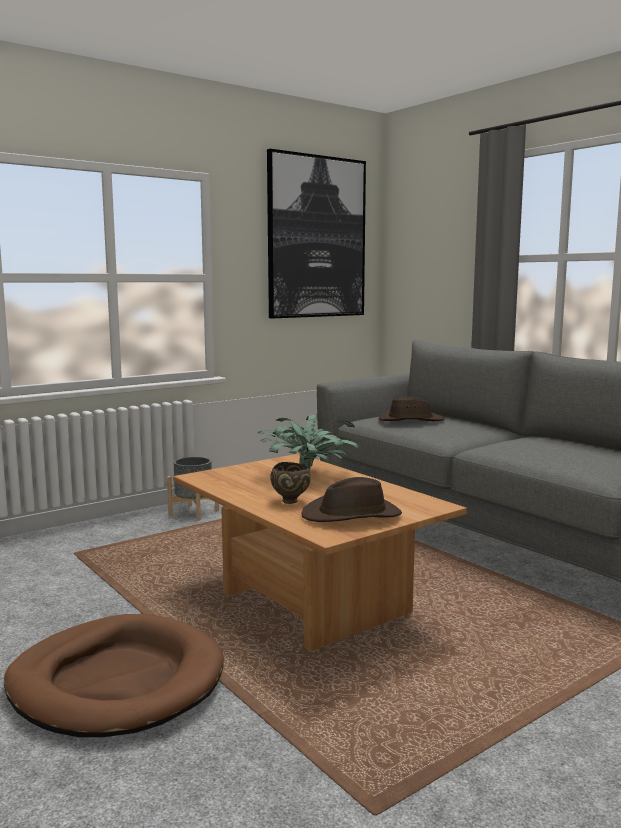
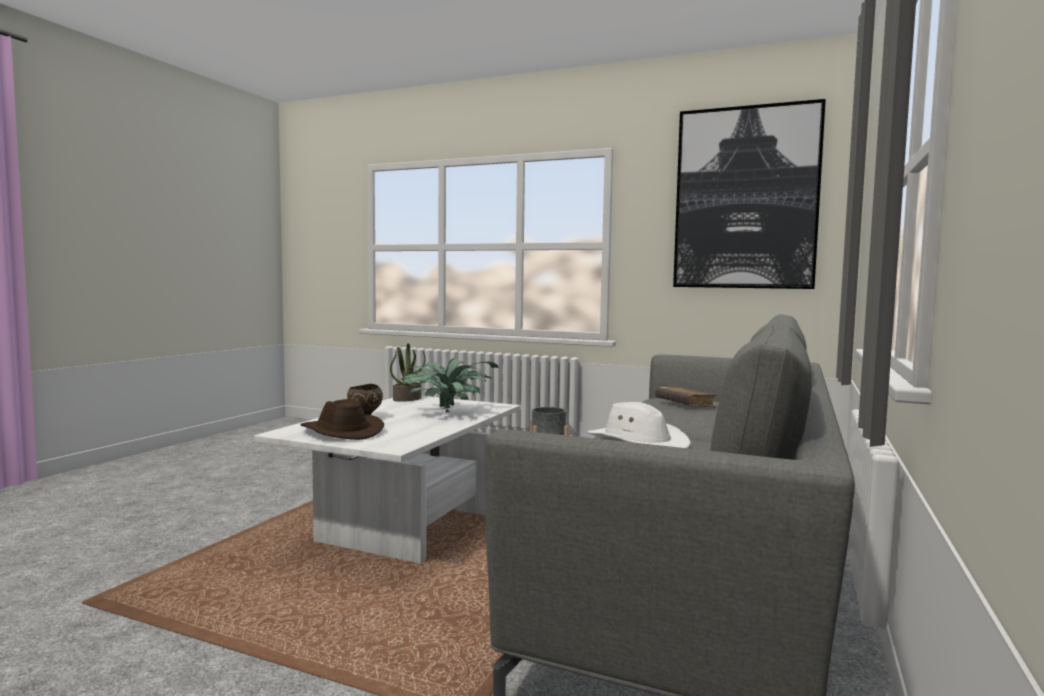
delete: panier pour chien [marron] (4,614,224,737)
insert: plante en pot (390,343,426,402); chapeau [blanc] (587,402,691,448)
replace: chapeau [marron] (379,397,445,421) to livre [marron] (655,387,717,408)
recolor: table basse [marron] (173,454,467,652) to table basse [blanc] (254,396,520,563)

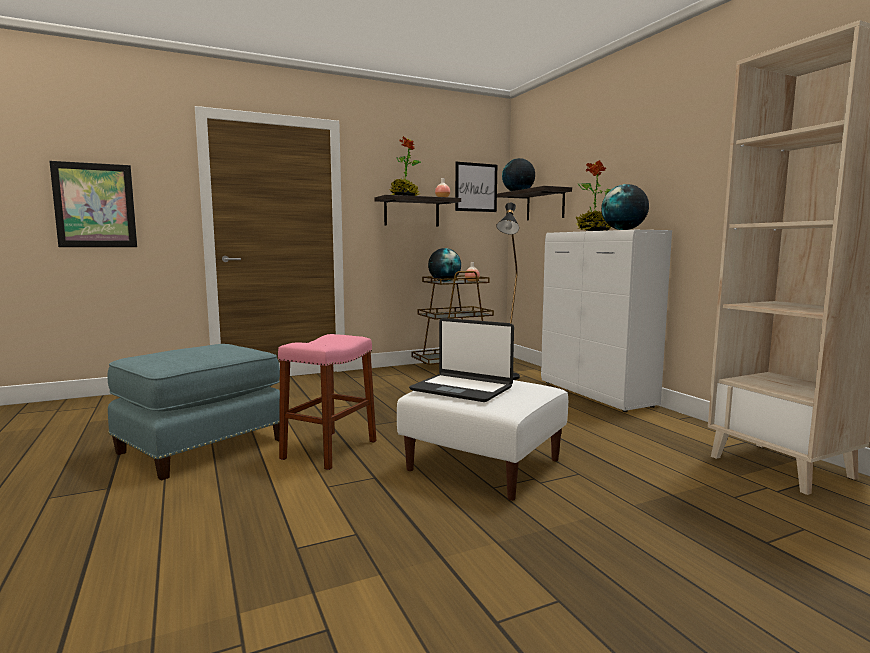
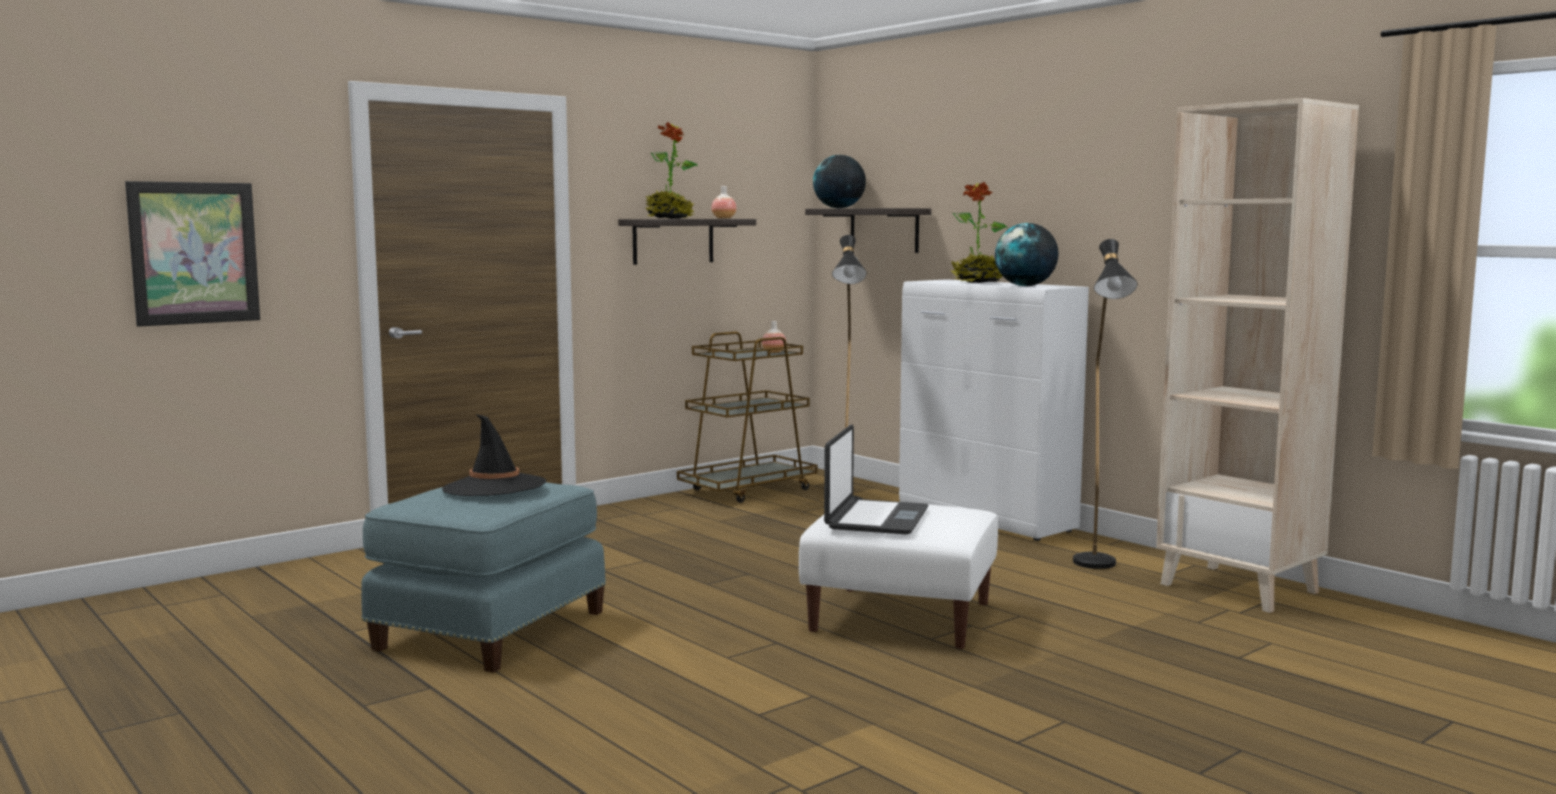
delete: tabouret [rose] (278,334,376,470); globe (428,248,461,282); tableau (455,162,497,212)
insert: chapeau [noir] (442,414,546,496); lampadaire [noir] (1073,239,1138,569)
rotate: ordinateur portable (409,318,514,402) = (824,425,928,535) 90 degrees counterclockwise

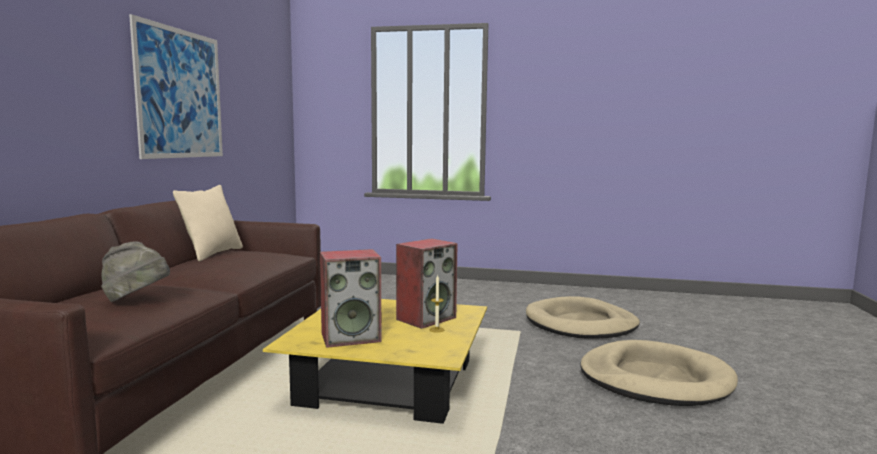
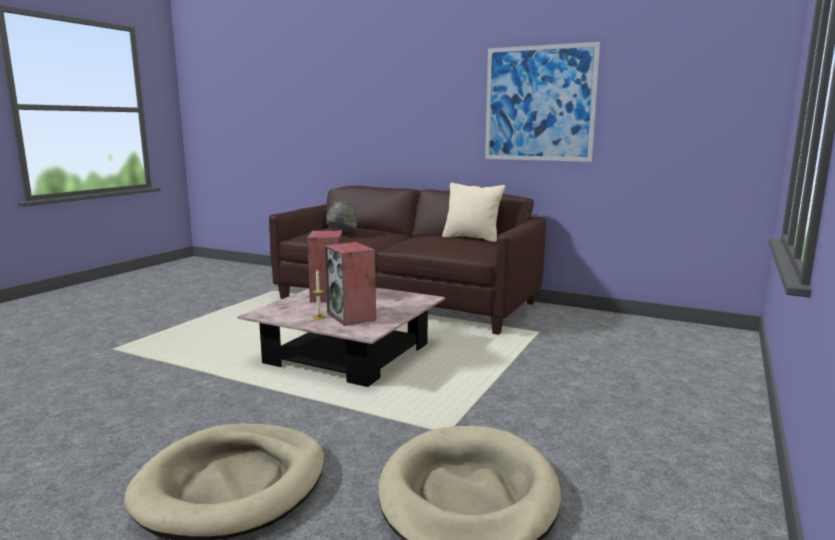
recolor: table basse [jaune] (263,299,487,424) to table basse [rose] (237,288,445,387)

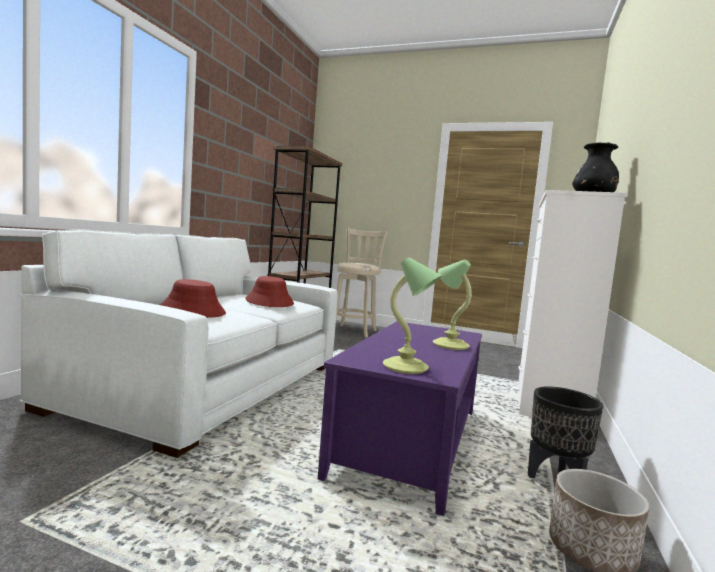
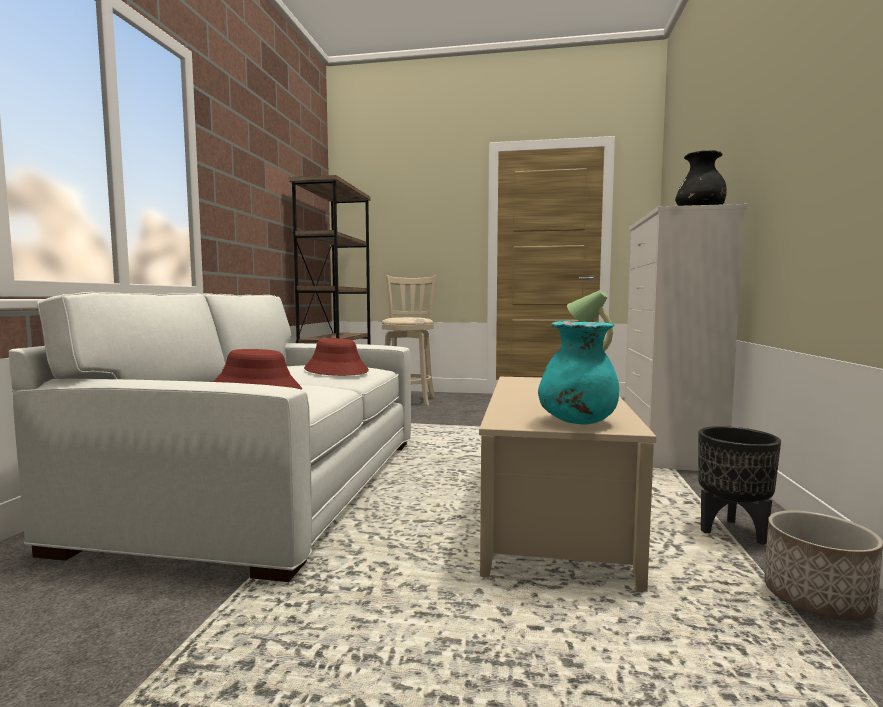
replace: lampe de table (383,257,442,374) to vase [turquoise] (538,321,619,425)
recolor: table basse [violet] (318,321,482,516) to table basse [beige] (479,377,656,592)

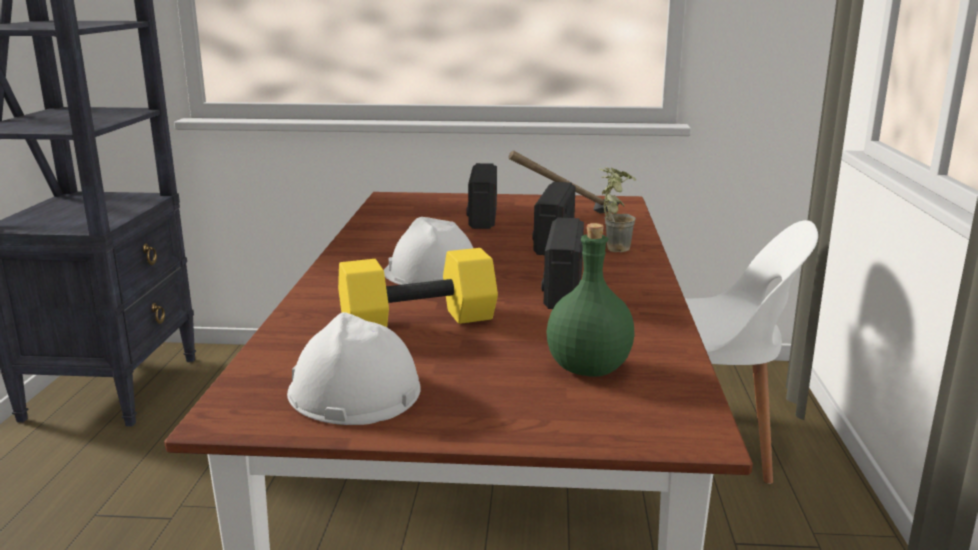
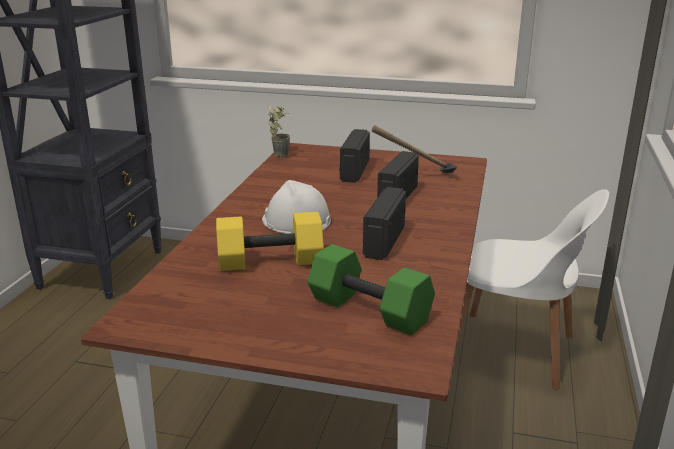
delete: casque de chantier [blanc] (287,312,421,425)
move: plante en pot (599,167,636,252) to (266,105,290,158)
replace: bouteille [vert] (546,223,634,377) to haltère [vert] (307,244,435,335)

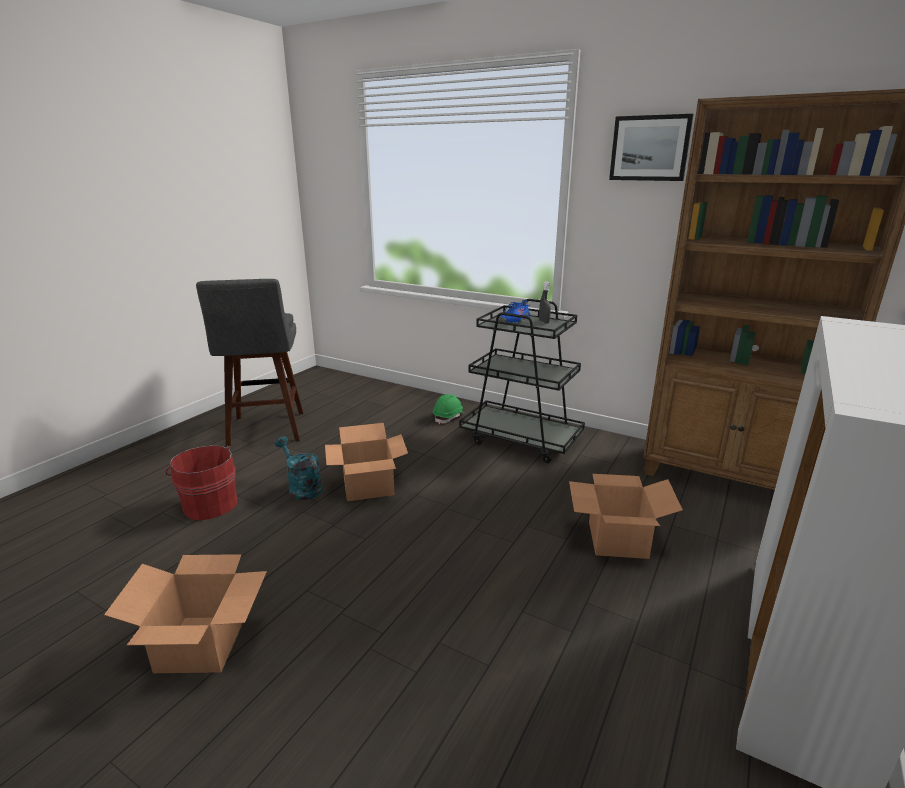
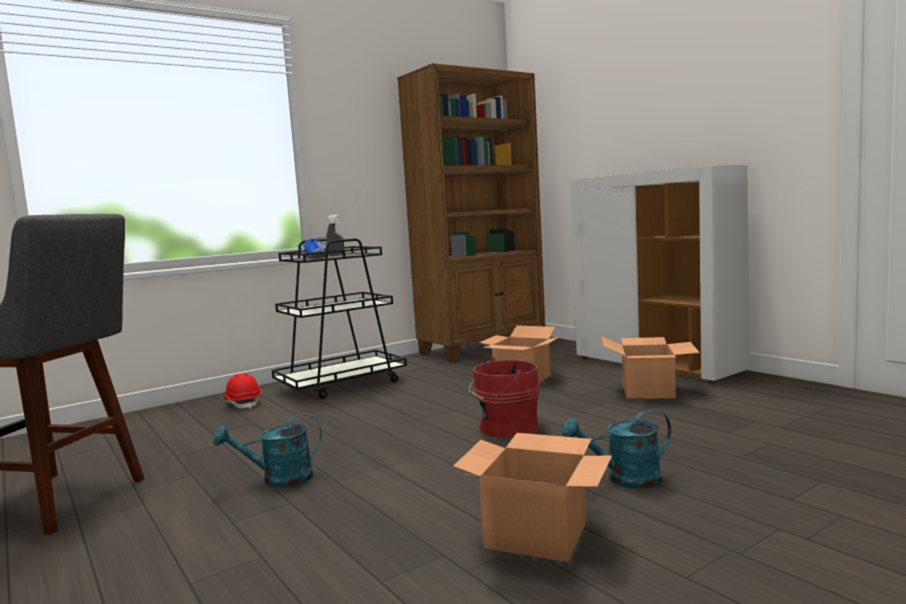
delete: tableau (609,114,694,181)
insert: arrosoir [turquoise] (562,409,671,489)
move: seau [rouge] (166,445,237,520) to (469,358,540,437); carton (325,423,408,501) to (601,336,700,399)
recolor: casque de chantier [vert] (433,394,465,424) to casque de chantier [rouge] (224,373,261,409)

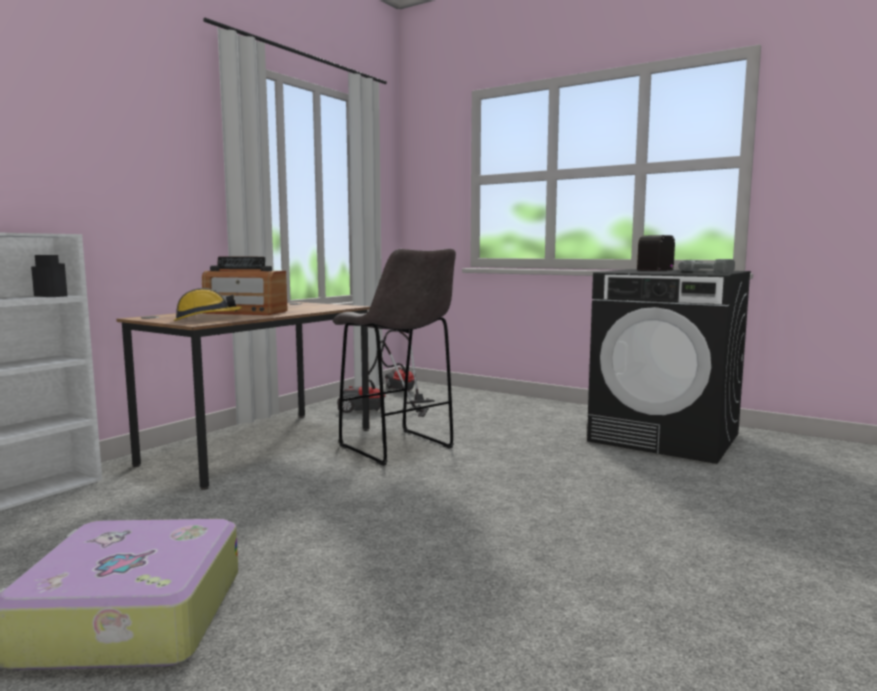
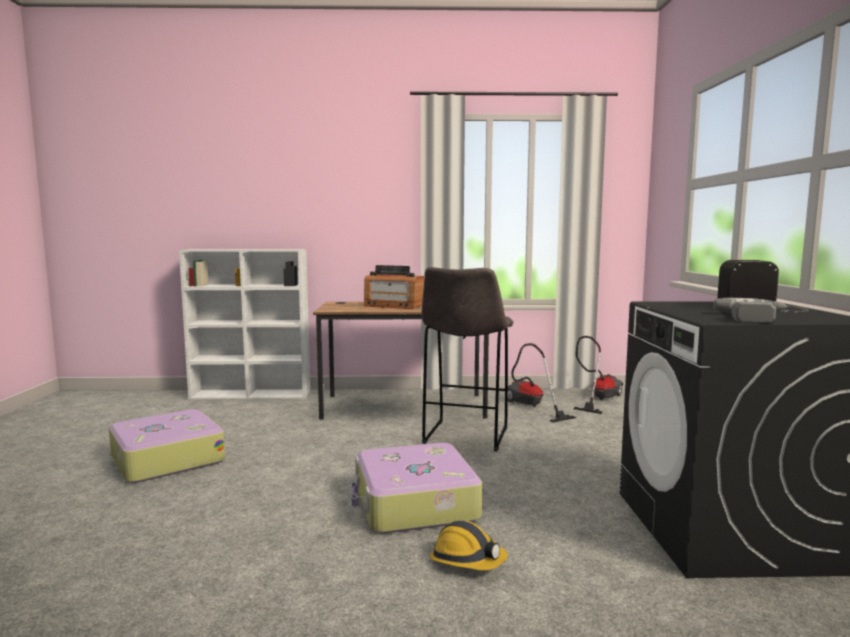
insert: valise (351,443,482,533)
move: casque de chantier (173,288,242,321) to (430,521,508,570)
rotate: radio (202,257,288,315) = (364,265,424,309) 45 degrees counterclockwise

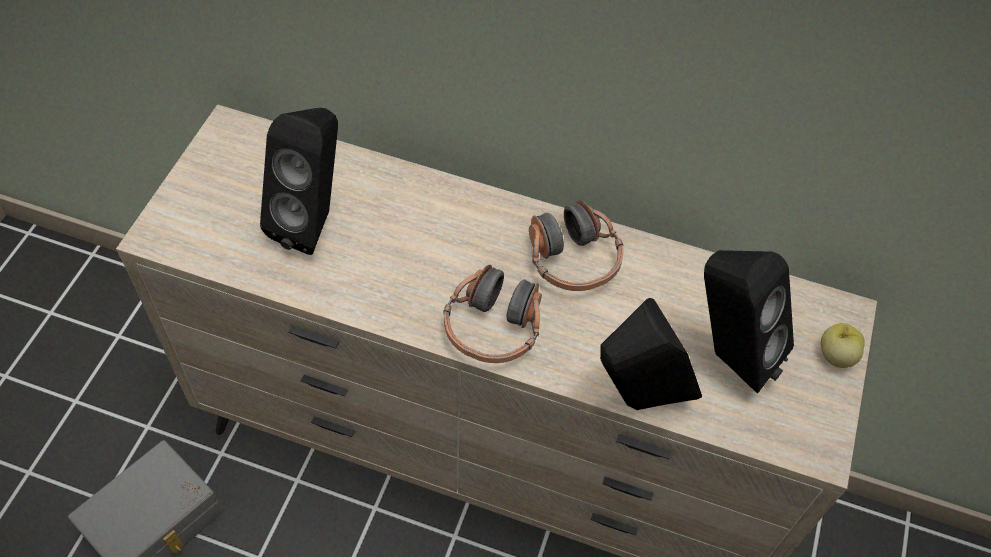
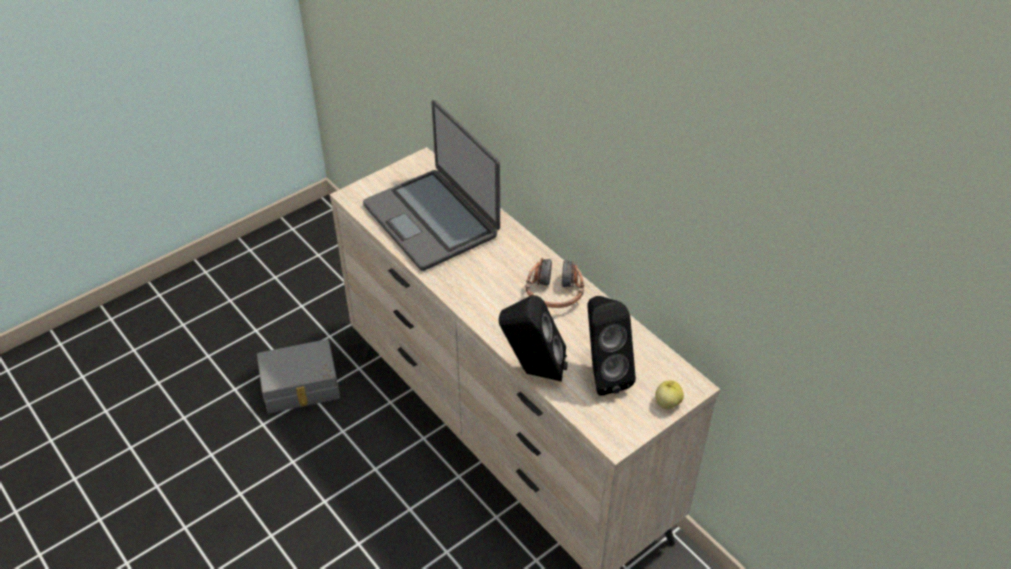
delete: casque audio (443,265,542,363)
replace: enceinte [noir] (260,108,338,255) to ordinateur portable (363,100,500,271)

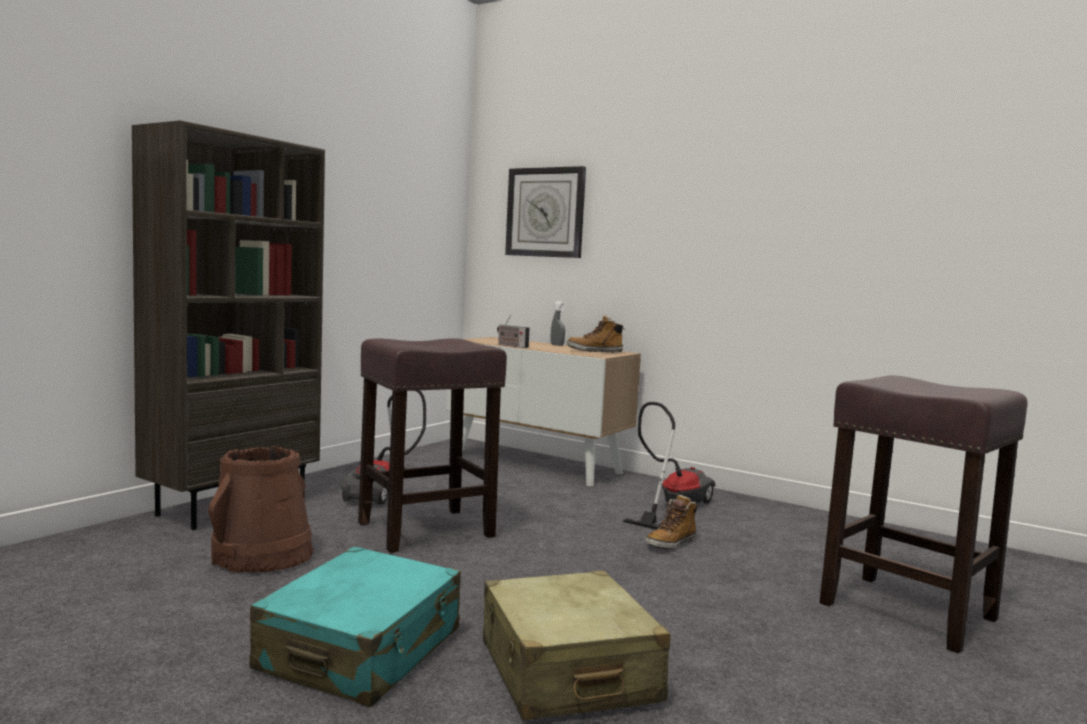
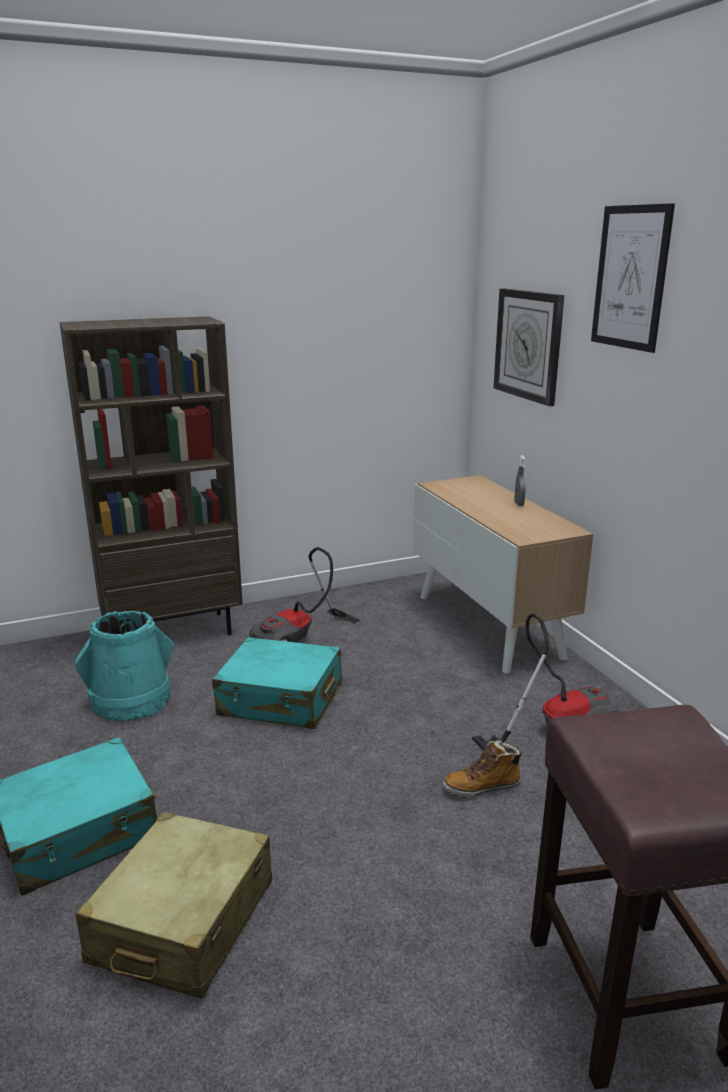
delete: radio (497,315,529,348); botte (567,315,625,353)
insert: tableau (591,203,675,353)
replace: tabouret [marron] (358,338,507,553) to valise [turquoise] (212,637,342,729)
recolor: seau [marron] (208,446,313,573) to seau [turquoise] (75,611,174,721)

